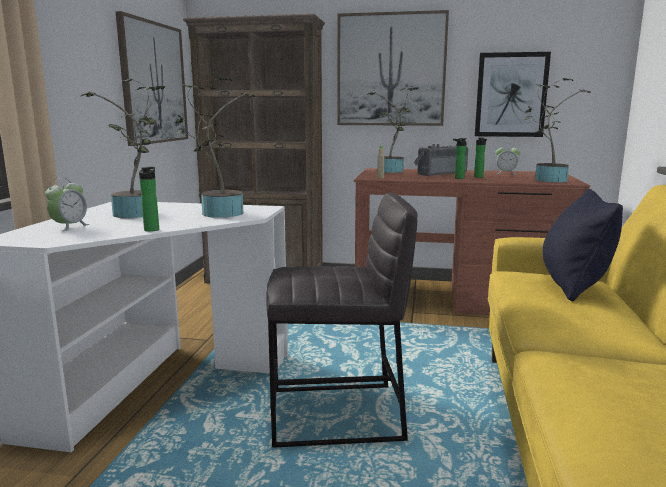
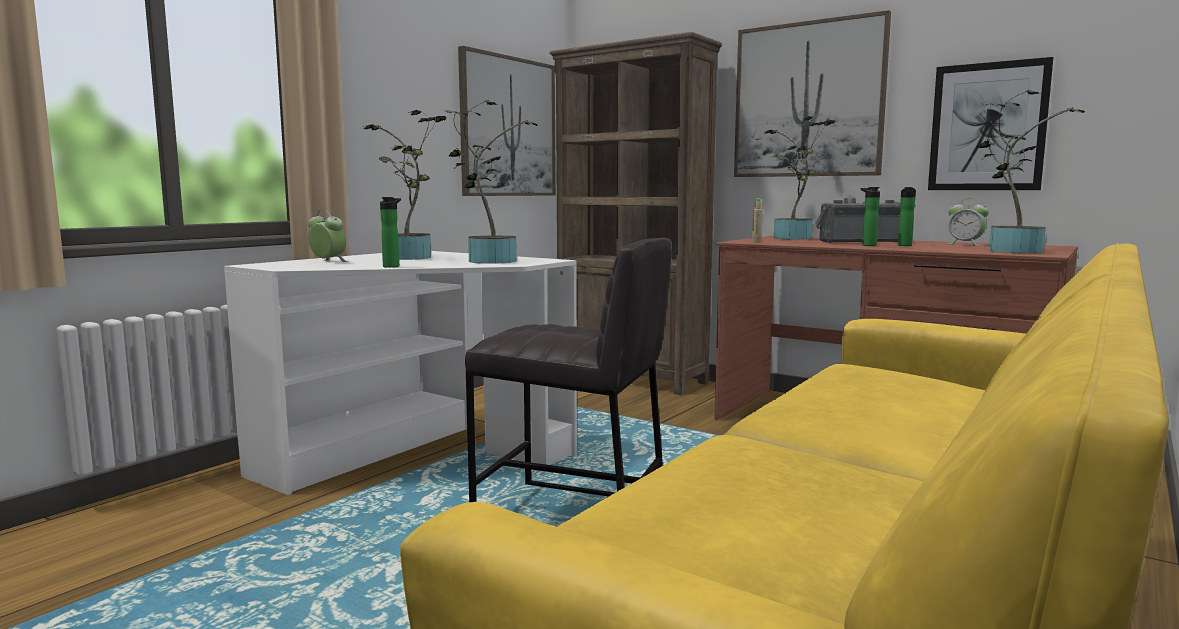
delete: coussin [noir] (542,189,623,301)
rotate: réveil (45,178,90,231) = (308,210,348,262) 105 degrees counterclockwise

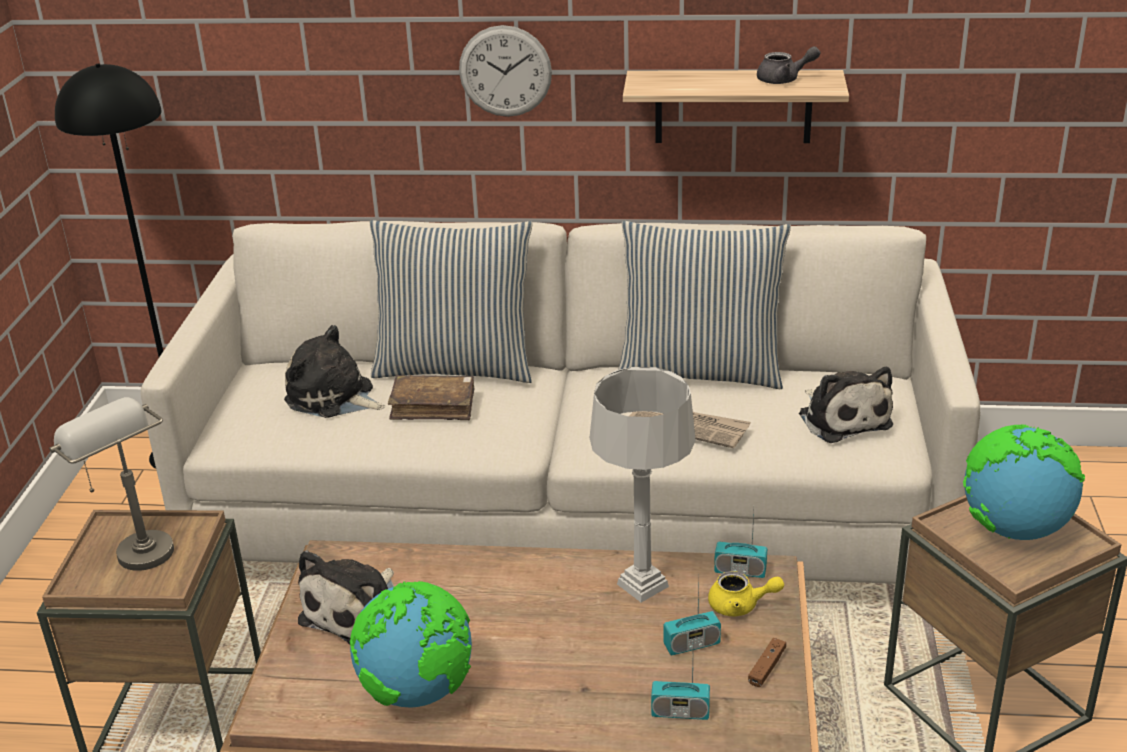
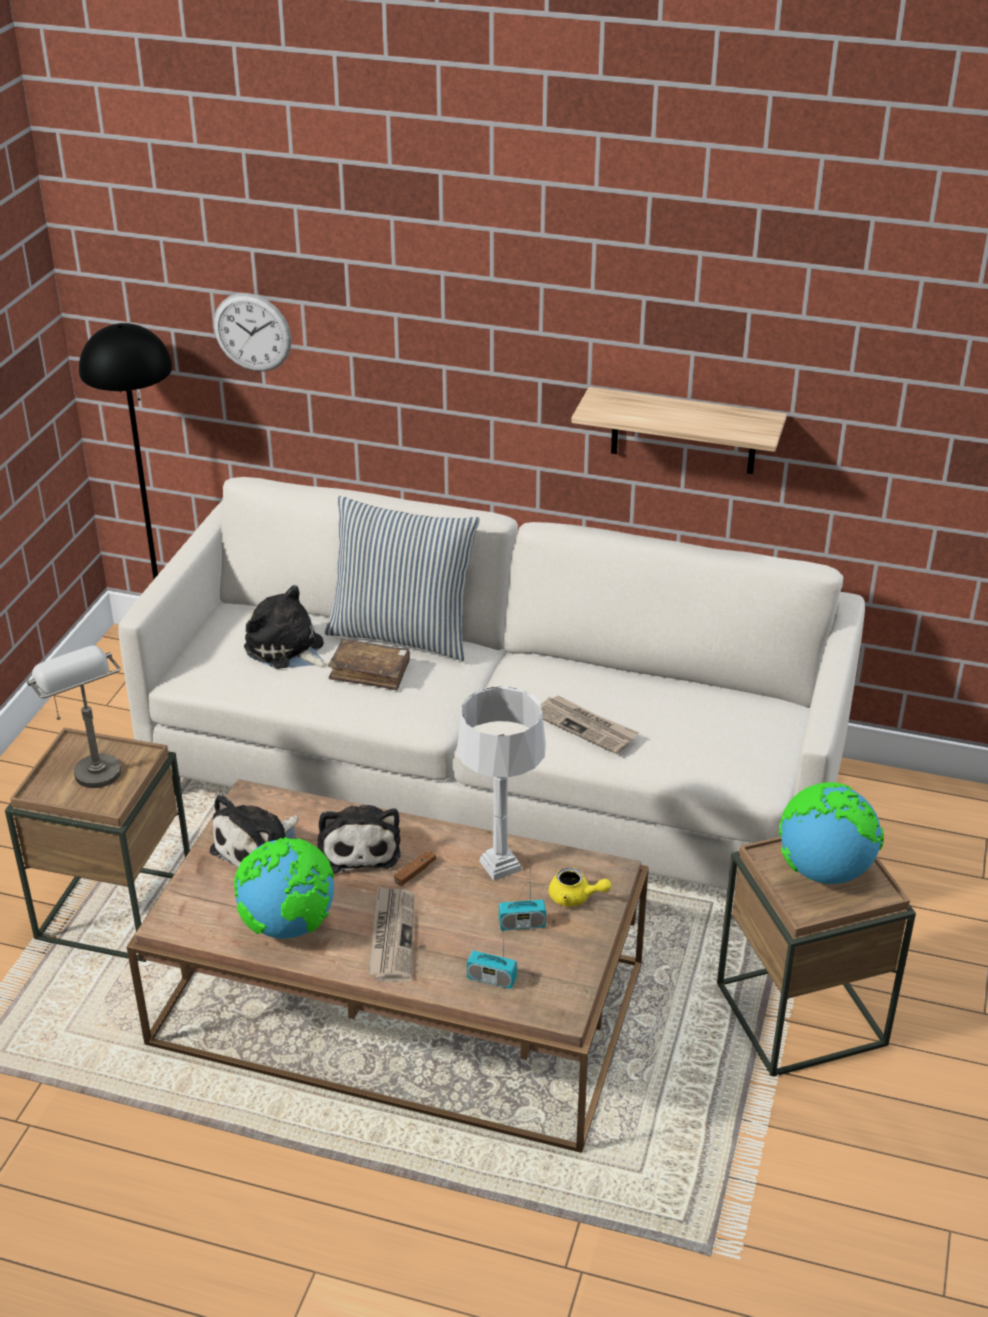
delete: coussin (618,221,791,389); radio (714,512,767,578); théière [gris] (757,46,820,84)
insert: journal (368,886,414,982)
move: horloge murale (459,25,552,117) to (213,293,292,372); manette [marron] (748,638,786,687) to (394,850,436,886); peluche (799,367,893,443) to (317,805,401,874)

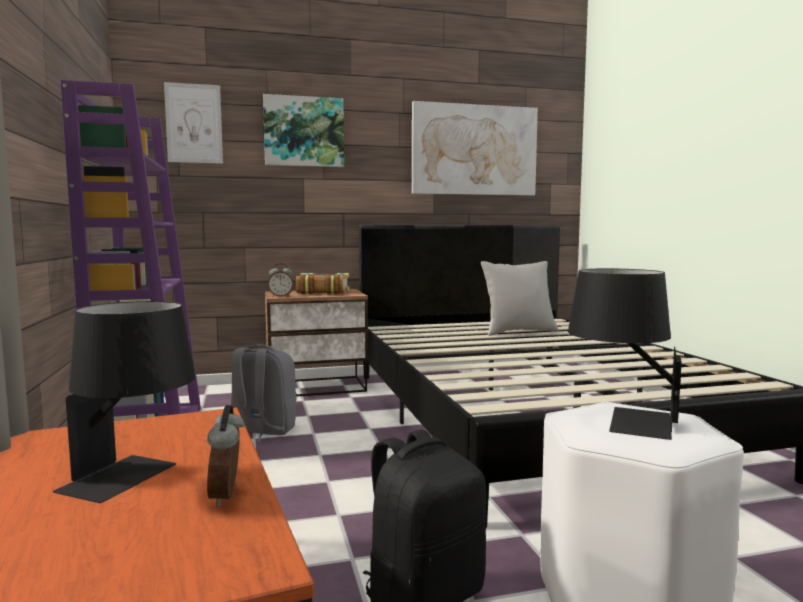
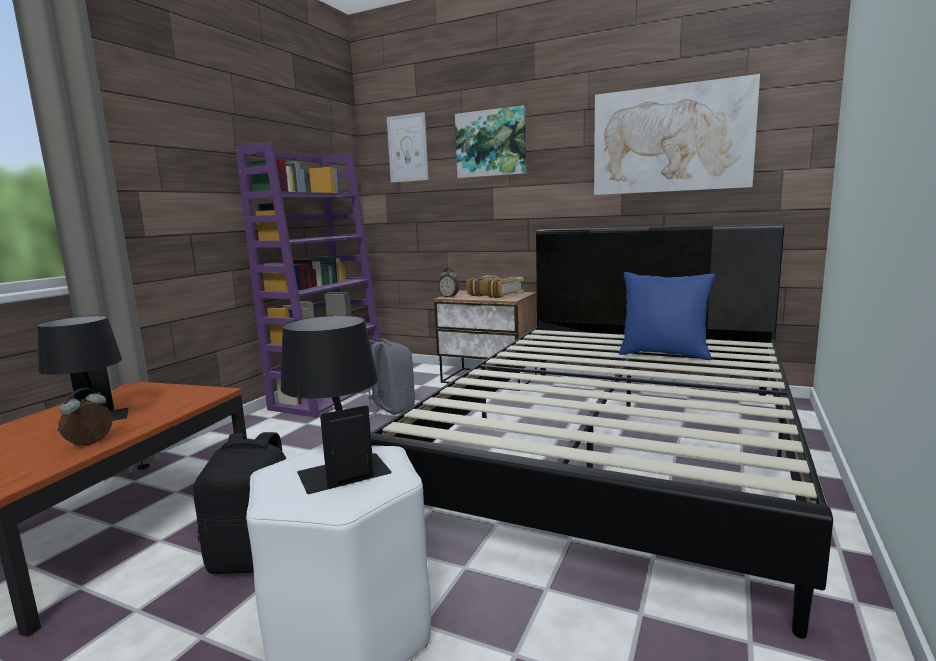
recolor: coussin [gris] (481,261,558,336) to coussin [bleu] (619,272,715,360)

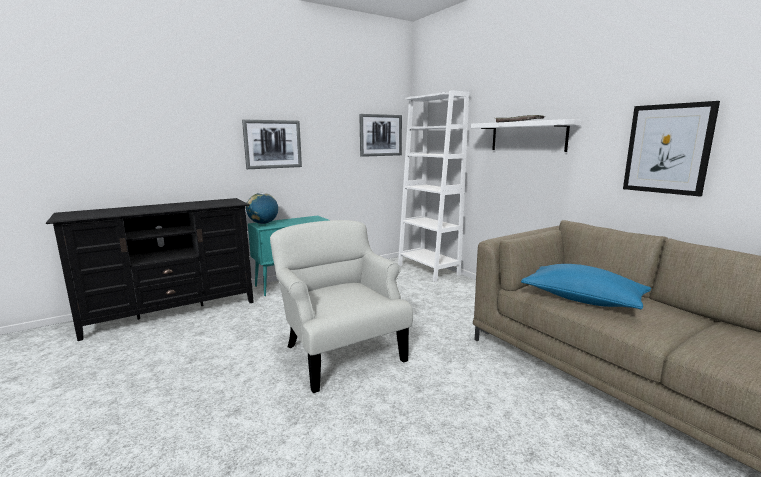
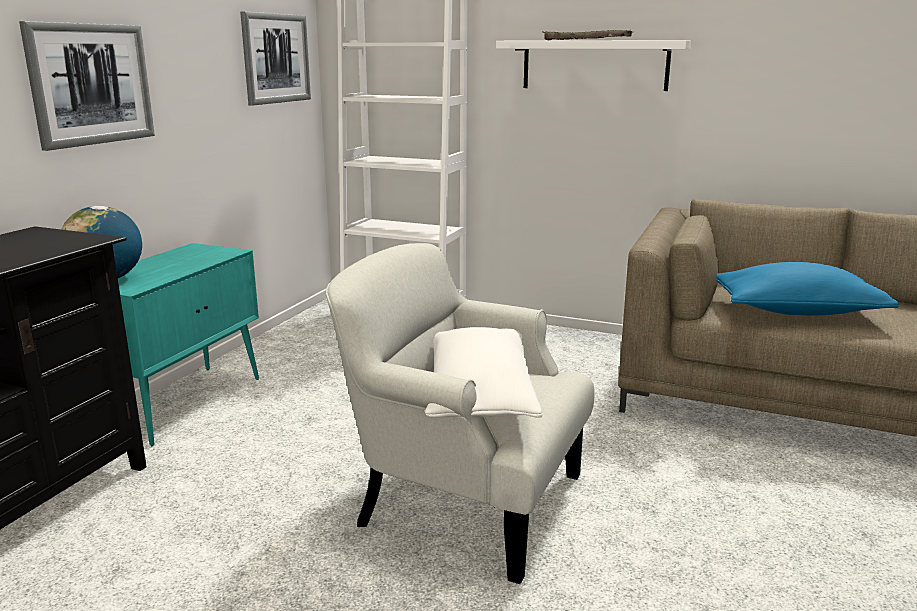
delete: tableau (623,101,720,197)
insert: coussin [blanc] (425,327,542,418)

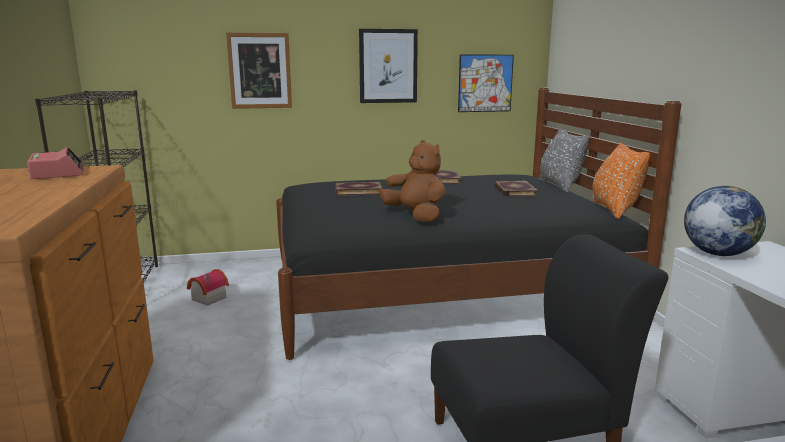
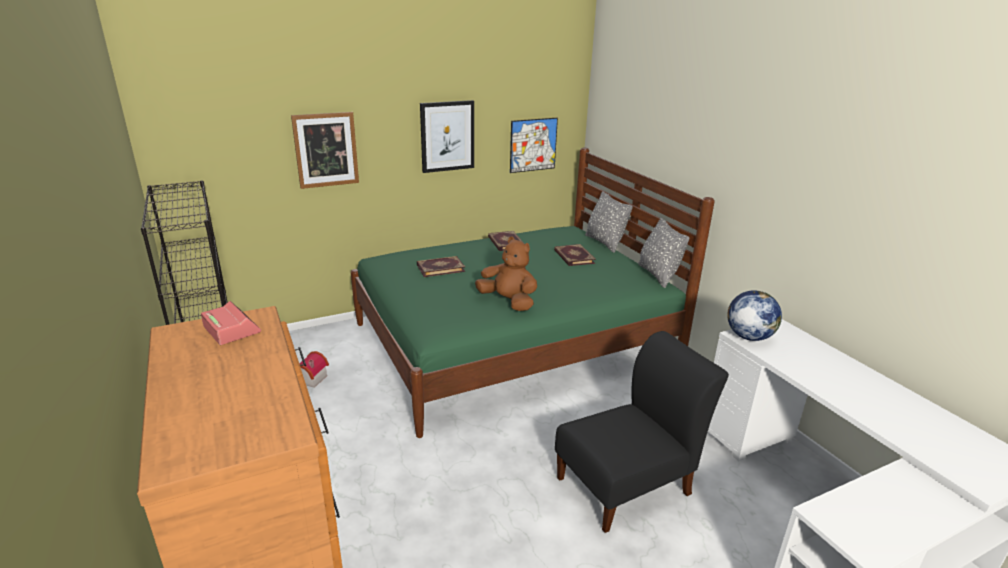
recolor: lit [noir] (276,88,681,360) to lit [vert] (351,148,715,438); coussin [orange] (592,143,650,219) to coussin [gris] (638,218,690,288)

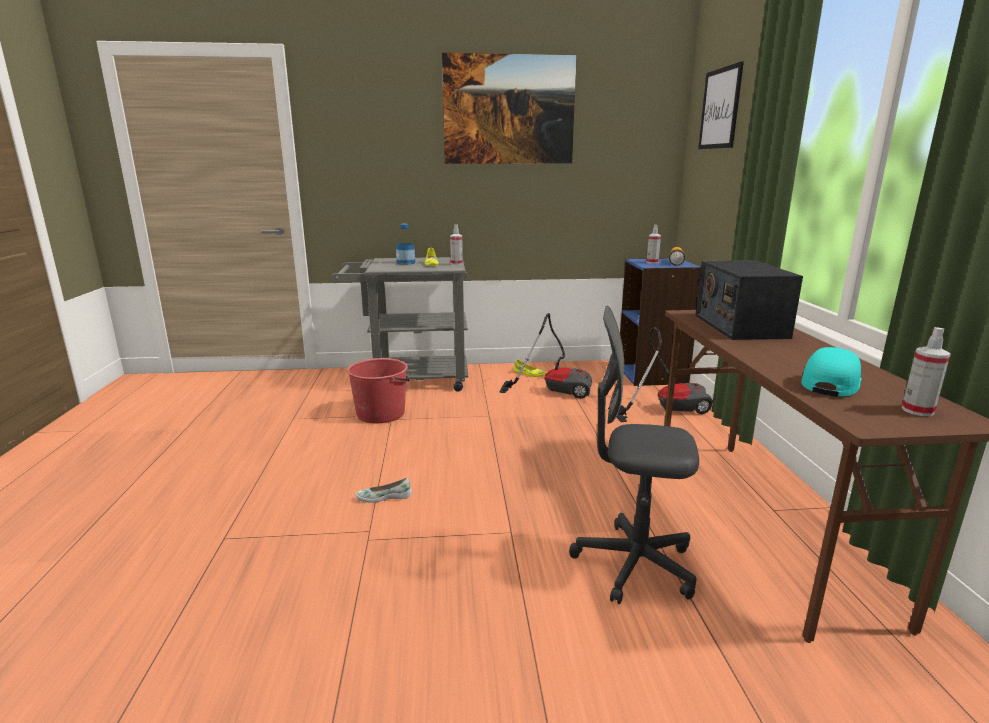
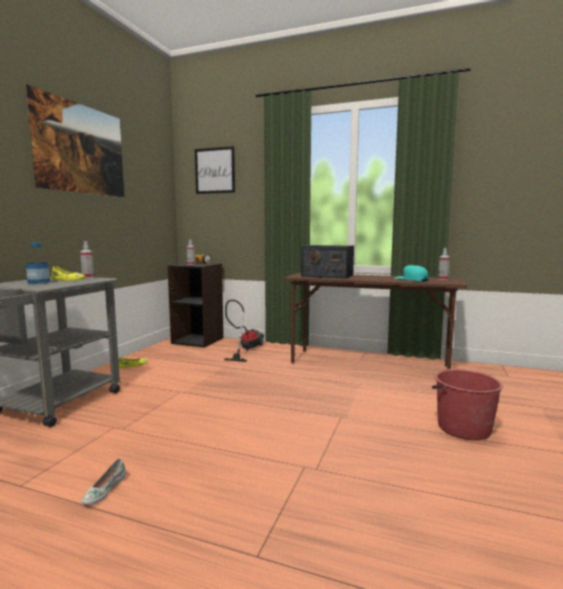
delete: aspirateur (499,313,592,399); chaise de bureau [gris] (569,306,699,604)
move: seau [rouge] (347,358,410,423) to (432,369,503,440); chaussure [blanc] (355,478,412,503) to (81,458,126,505)
recolor: bibliothèque [bleu] (620,258,701,386) to bibliothèque [noir] (167,263,224,348)

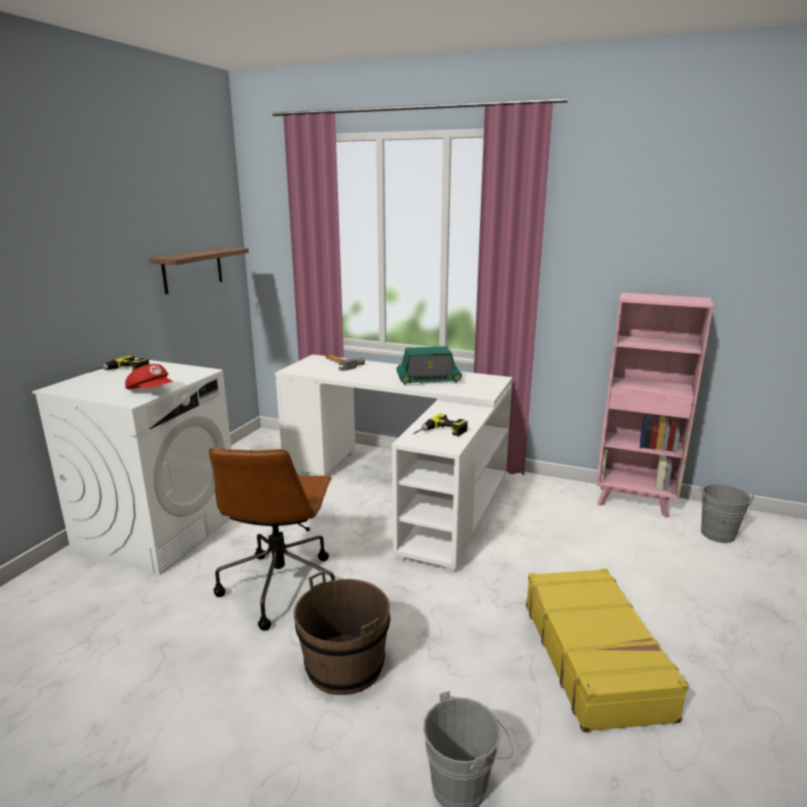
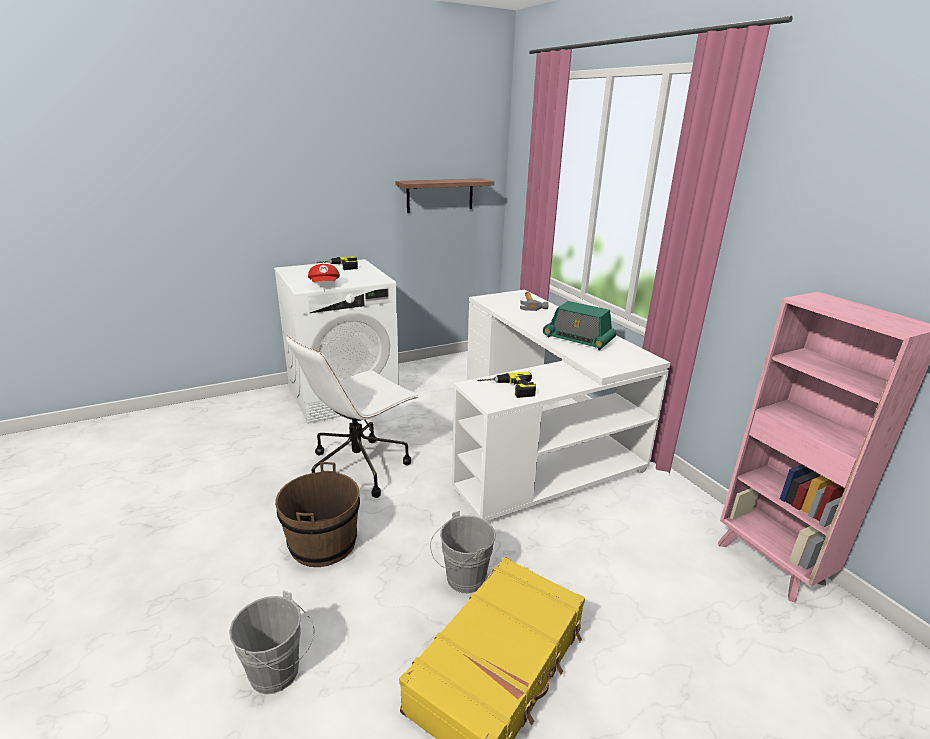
move: seau [gris] (700,483,754,543) to (430,511,496,593)
recolor: chaise de bureau [marron] (209,448,335,631) to chaise de bureau [blanc] (286,335,420,498)

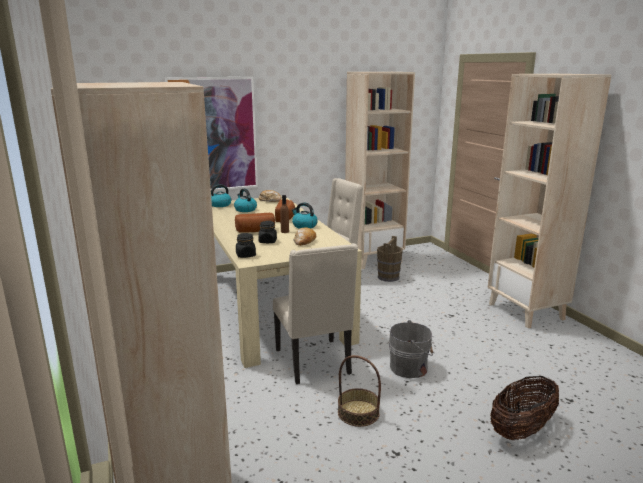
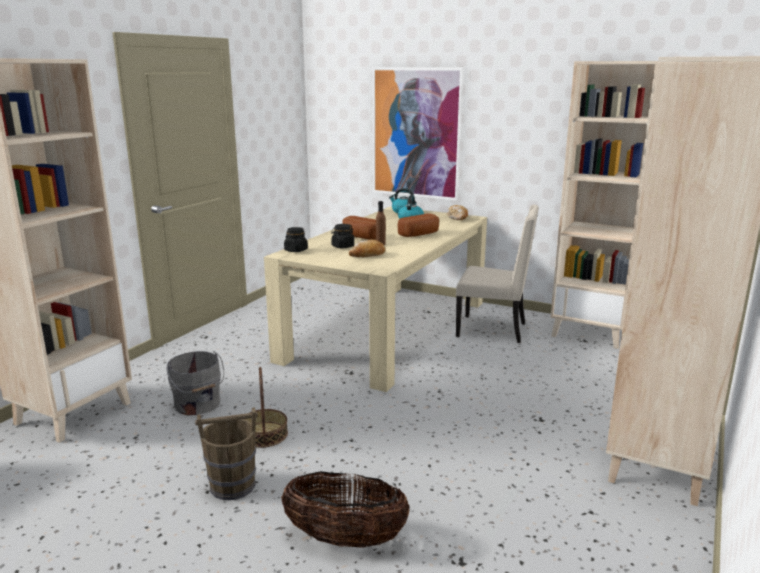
delete: chaise [beige] (273,243,358,384); bouilloire (292,202,318,229)
move: seau [marron] (377,236,403,282) to (195,407,258,500); seau [gris] (389,320,433,378) to (167,351,224,415)

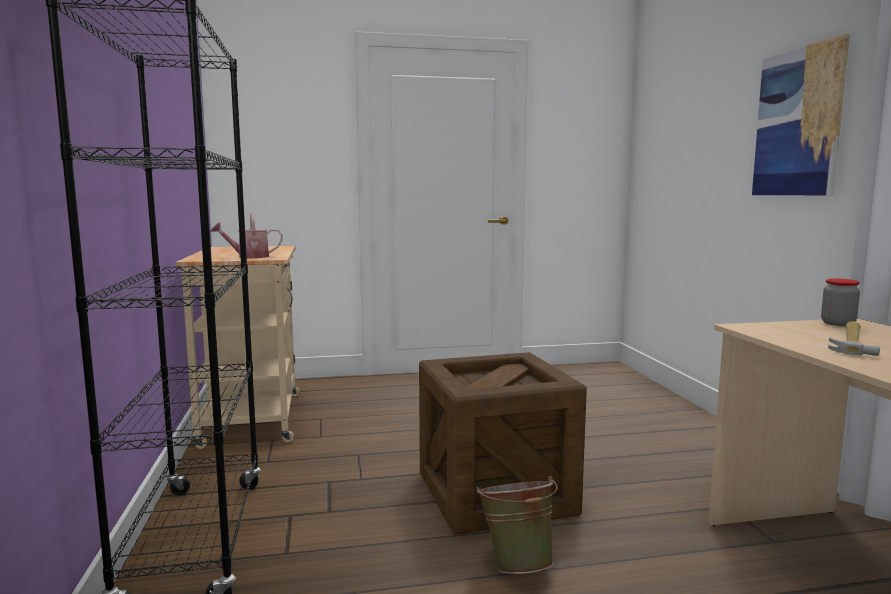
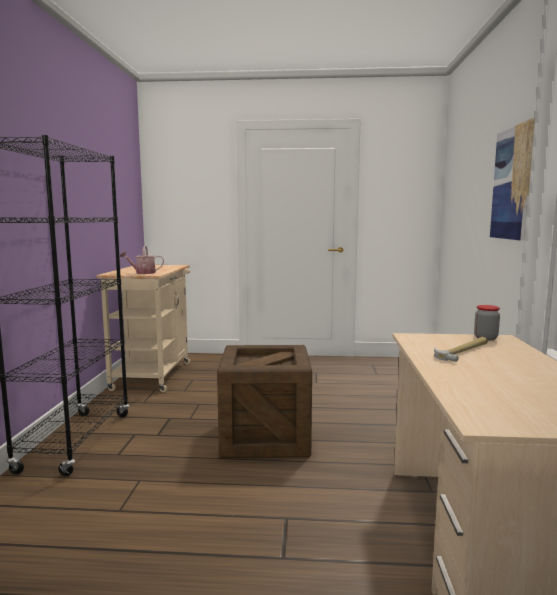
delete: seau [vert] (476,476,558,574)

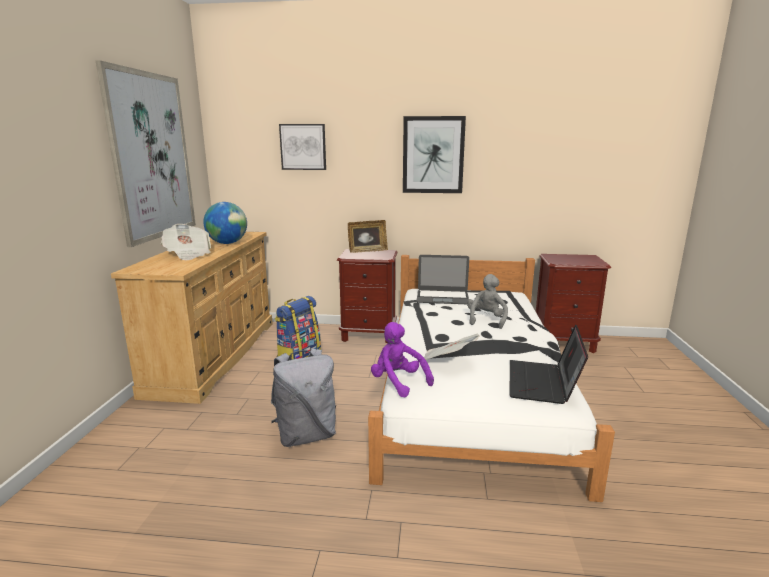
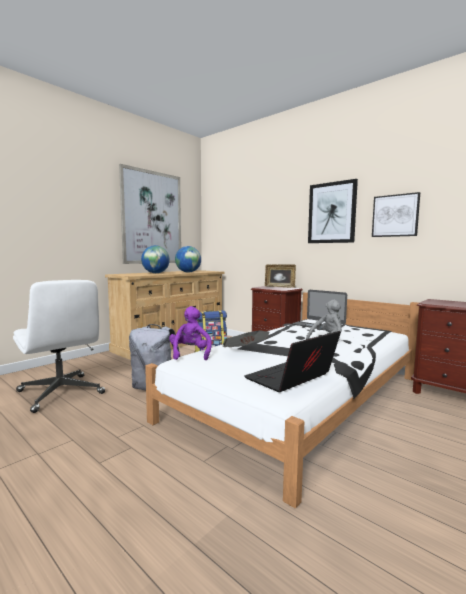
insert: chaise de bureau [blanc] (13,280,105,413)
move: tableau (279,124,326,170) to (372,192,420,237)
replace: journal (161,224,211,260) to globe (141,245,170,273)

